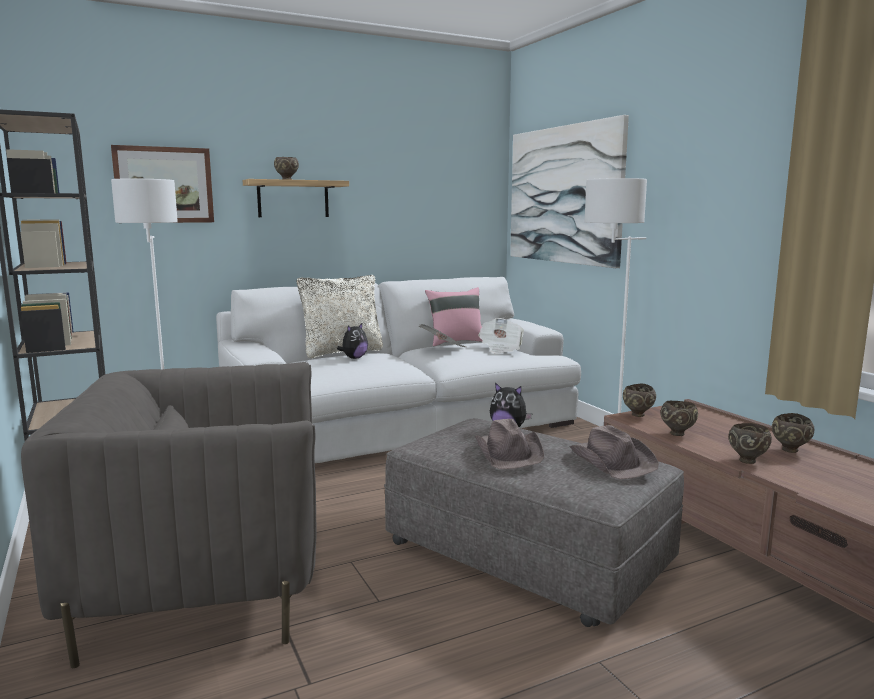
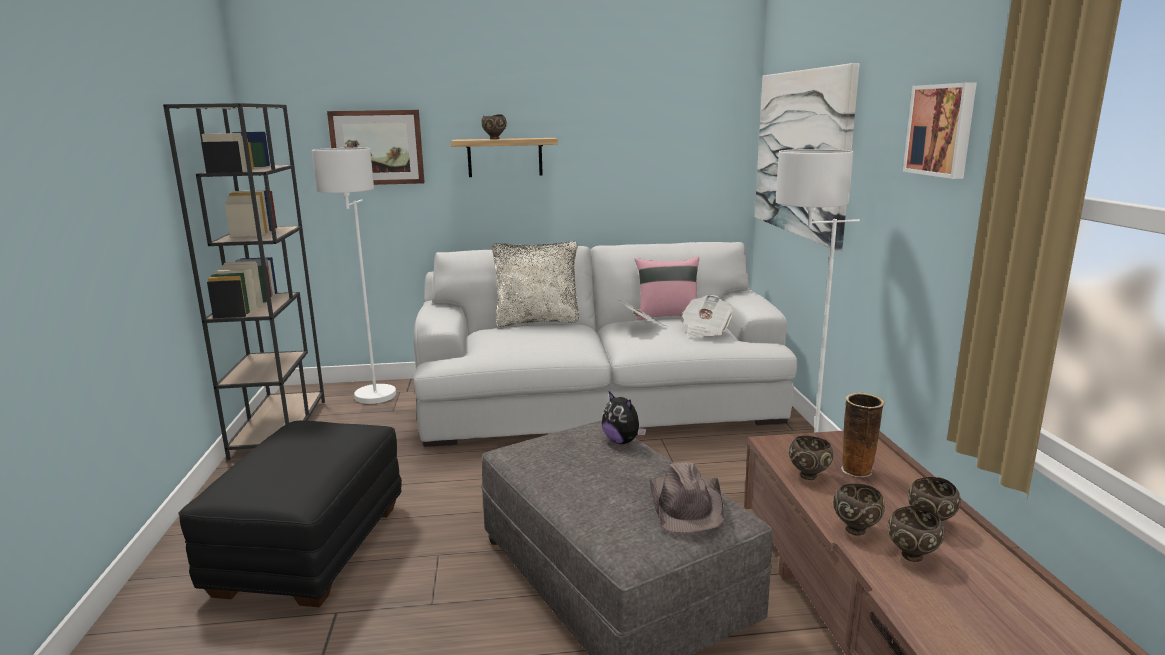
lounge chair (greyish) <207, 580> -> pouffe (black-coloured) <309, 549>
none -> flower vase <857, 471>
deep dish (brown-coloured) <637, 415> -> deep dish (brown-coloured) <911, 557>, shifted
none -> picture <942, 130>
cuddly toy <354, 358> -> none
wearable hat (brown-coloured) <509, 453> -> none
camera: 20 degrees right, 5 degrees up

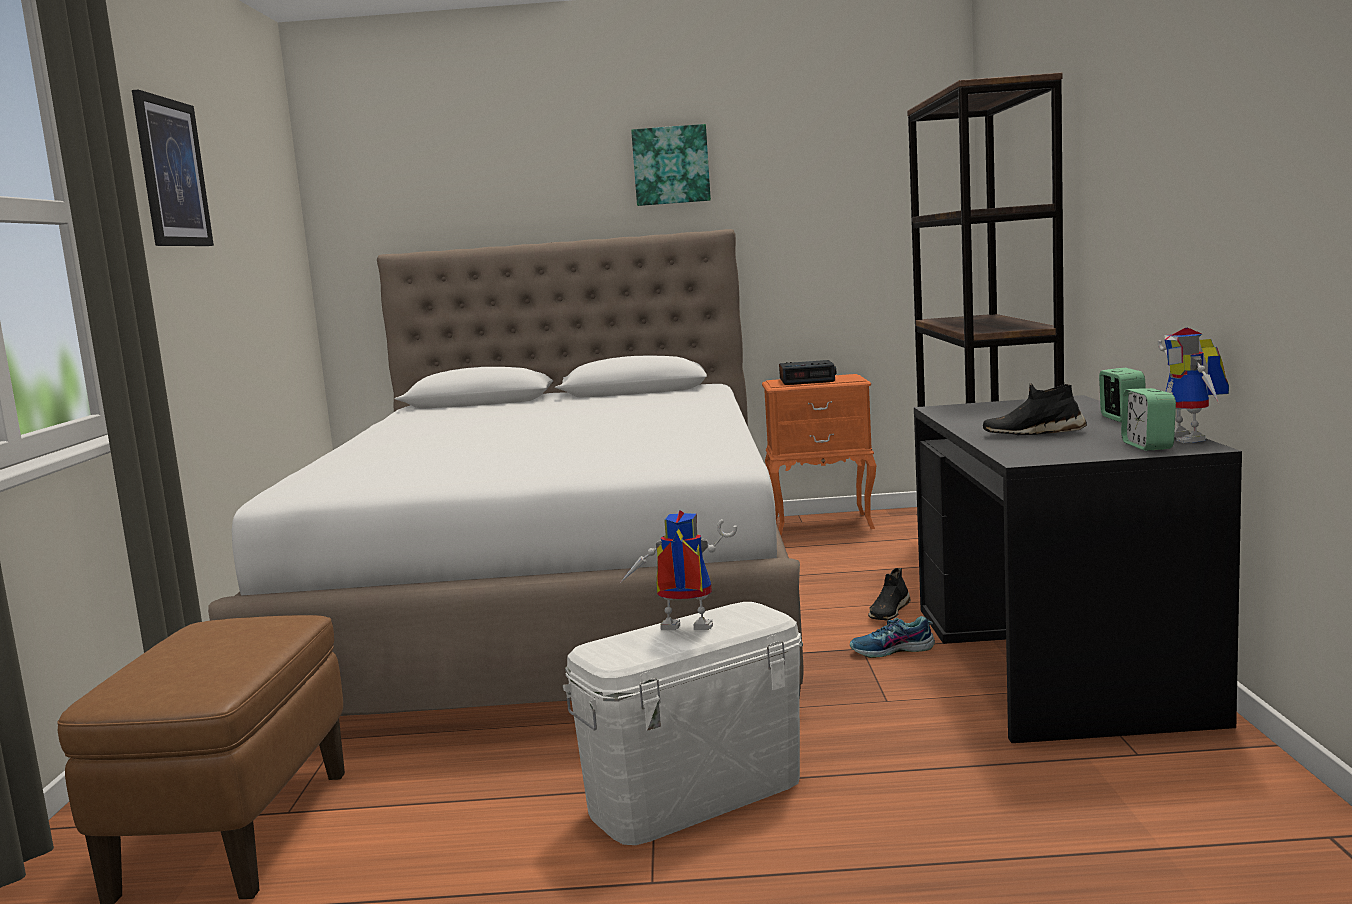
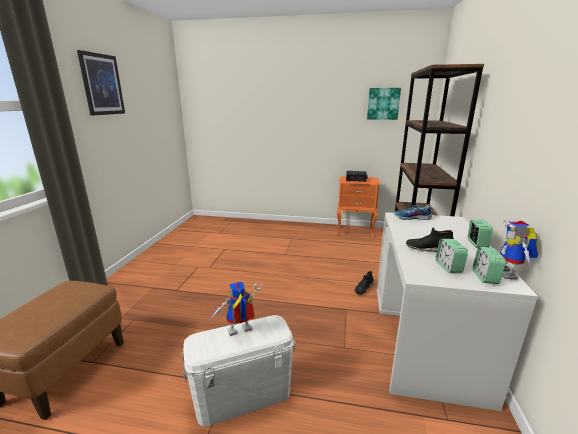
model robot <681, 630> -> model robot <238, 333>, 45 degrees counterclockwise
picture <671, 165> -> picture <383, 103>, shifted
desk unit (black-coloured) <1054, 660> -> desk unit (white) <424, 336>
low shoe <892, 651> -> low shoe <412, 218>, shifted
none -> table clock <448, 267>
bed (white) <560, 608> -> none
camera: 10 degrees right, 10 degrees up

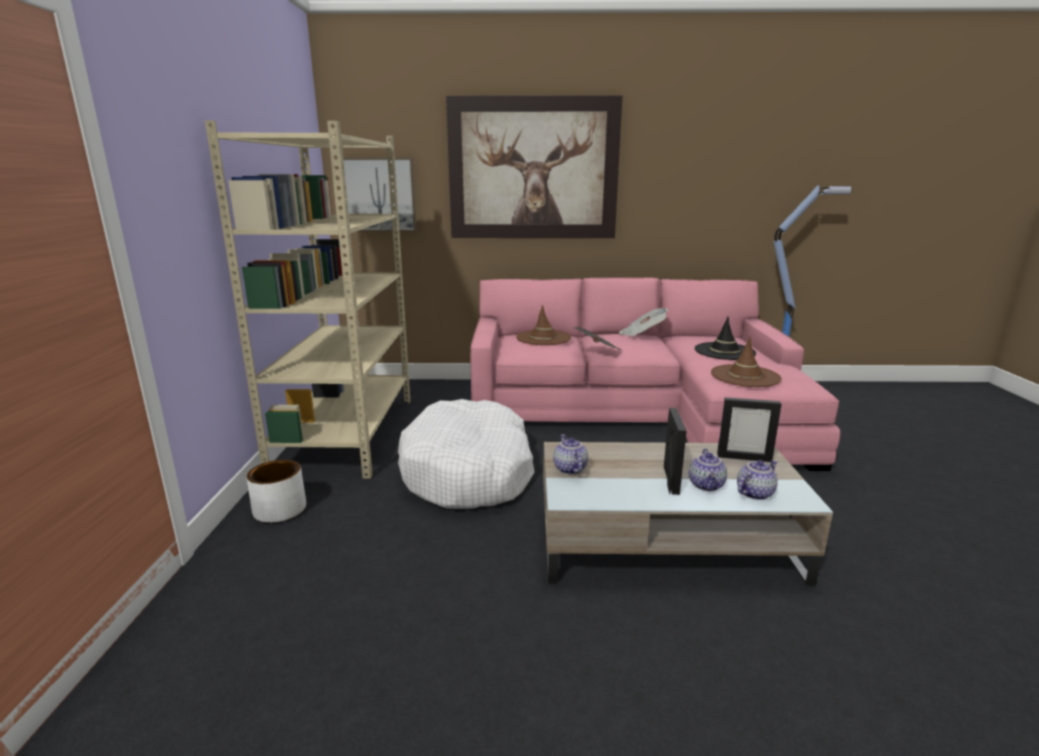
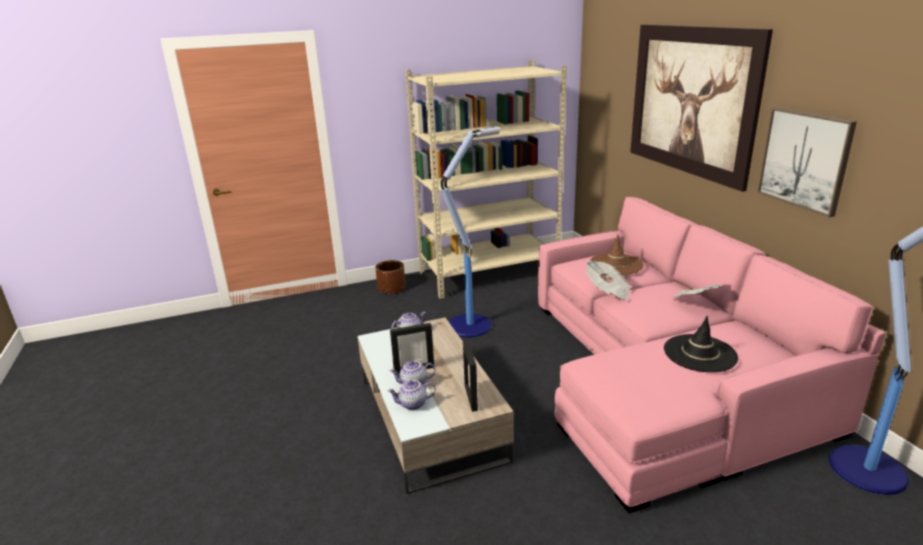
flower pot (white) <279, 510> -> flower pot (brown-coloured) <391, 288>
tea pot <754, 493> -> tea pot <413, 404>, 135 degrees clockwise
pet bed (white) <469, 472> -> standing lamp <471, 325>
picture <379, 195> -> picture <804, 160>, shifted
wearable hat (brown-coloured) <745, 376> -> none
camera: 70 degrees right, 5 degrees up

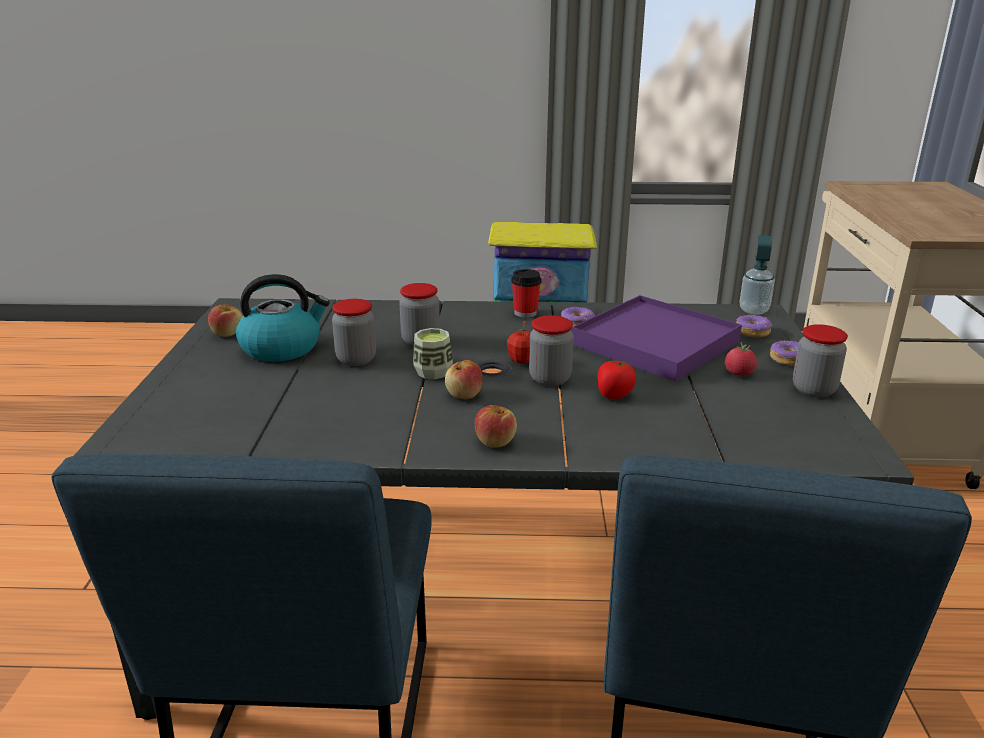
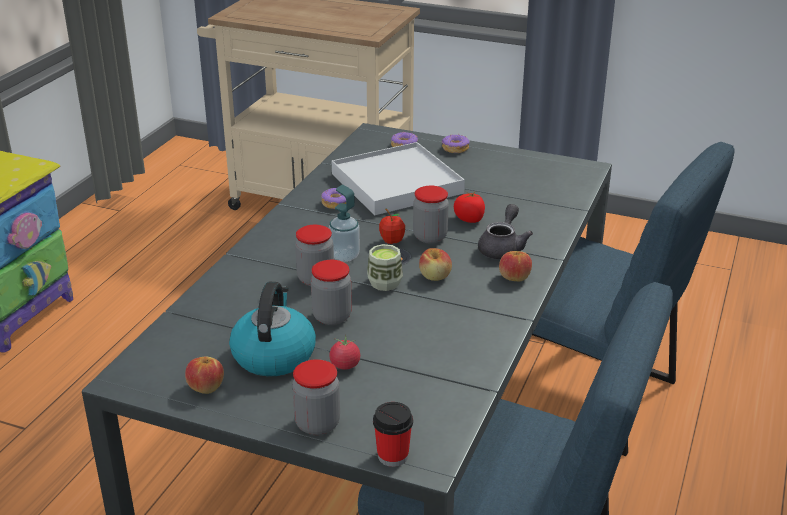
storage jar <813, 389> -> storage jar <317, 424>, shifted
soap dispenser <753, 310> -> soap dispenser <344, 256>, shifted
fresh tomato <739, 373> -> fresh tomato <345, 365>, shifted
tray (purple-coloured) <655, 343> -> tray (white) <396, 183>
drinking cup <525, 313> -> drinking cup <393, 456>, shifted
none -> tea pot (greyish) <503, 248>
camera: 70 degrees left, 5 degrees up

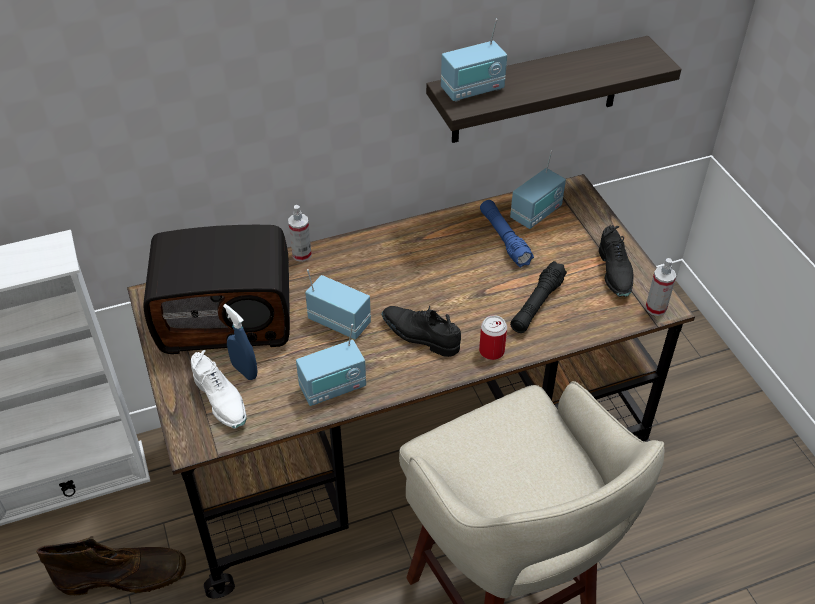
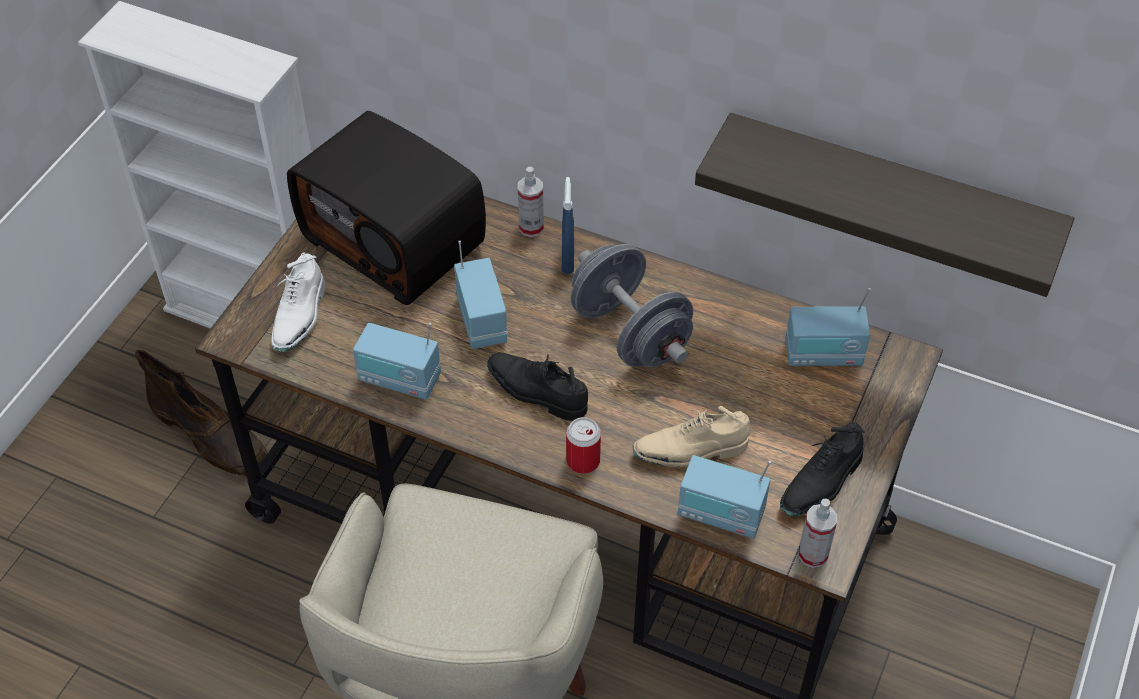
low shoe (black-coloured) <420, 336> -> low shoe (black-coloured) <536, 392>, 45 degrees counterclockwise
hand sprayer (bluish) <244, 371> -> hand sprayer (bluish) <567, 261>, shifted
none -> free weight (greyish) <630, 333>
flashlight (black-coloured) <537, 304> -> low shoe (sand-coloured) <690, 451>
radio receiver <472, 90> -> radio receiver <720, 514>, shifted
flashlight (bluish) <504, 239> -> none
camera: 45 degrees right, 5 degrees up

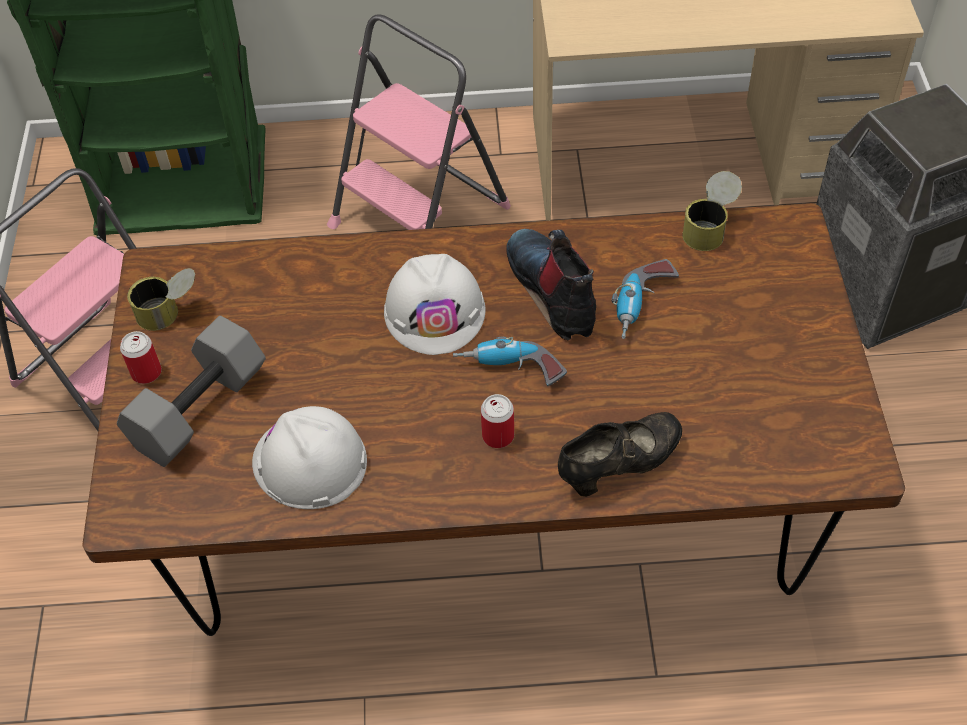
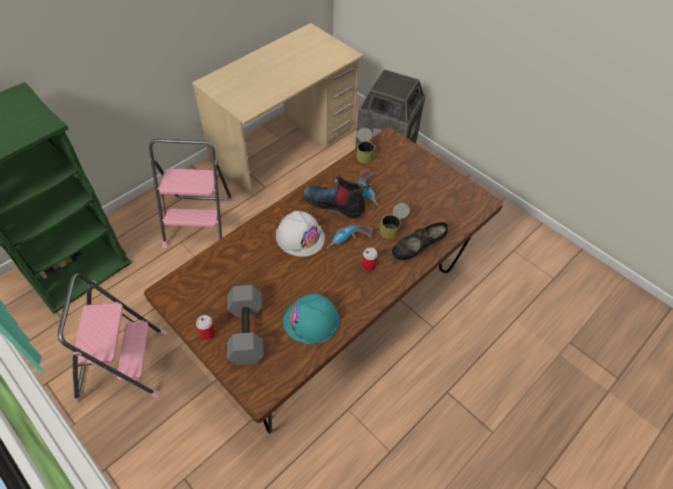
safety helmet (white) <309, 461> -> safety helmet (turquoise) <311, 321>
metal can <170, 313> -> metal can <393, 228>, shifted
low shoe (black-coloured) <620, 465> -> low shoe (black-coloured) <417, 249>, 135 degrees counterclockwise
camera: 45 degrees left, 0 degrees up

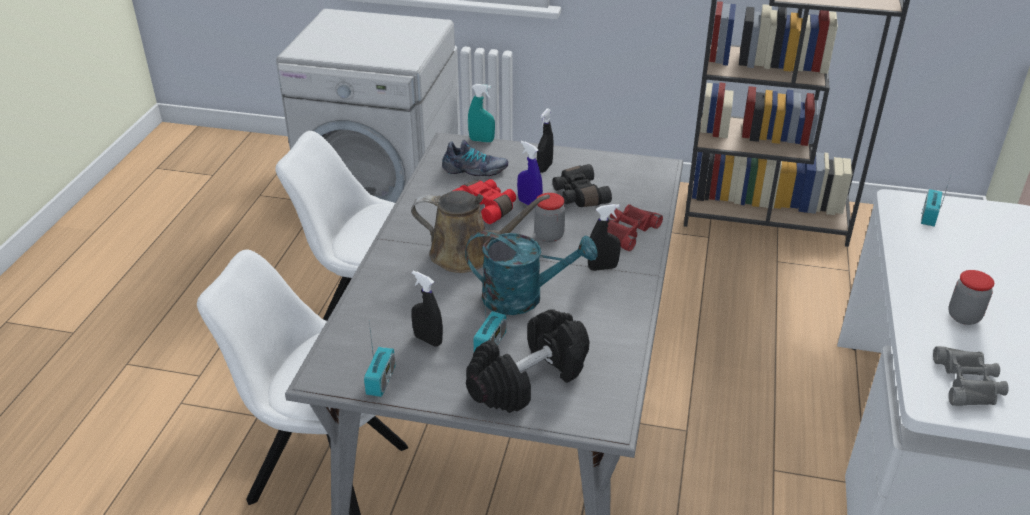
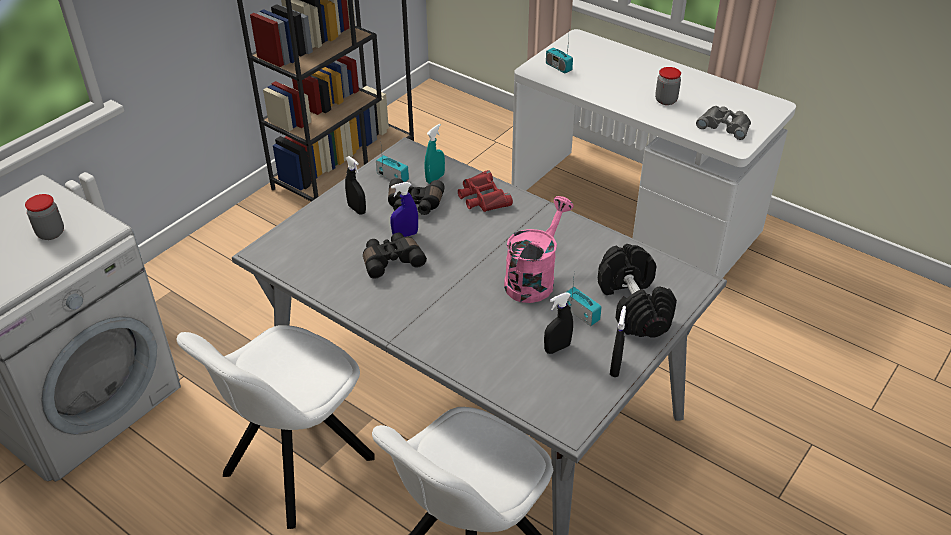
storage jar <549, 236> -> storage jar <51, 233>, shifted
pair of binoculars (reddish) <487, 207> -> pair of binoculars (black-coloured) <391, 260>
radio receiver <381, 381> -> radio receiver <393, 177>, shifted
hand sprayer (turquoise) <481, 140> -> hand sprayer (turquoise) <435, 178>, shifted
watering can (turquoise) <523, 298> -> watering can (pink-coloured) <534, 278>
hand sprayer (black-coloured) <602, 267> -> hand sprayer (black-coloured) <615, 367>, shifted
watering can (brown-coloured) <468, 254> -> none
low shoe <475, 170> -> none
camera: 65 degrees left, 5 degrees up

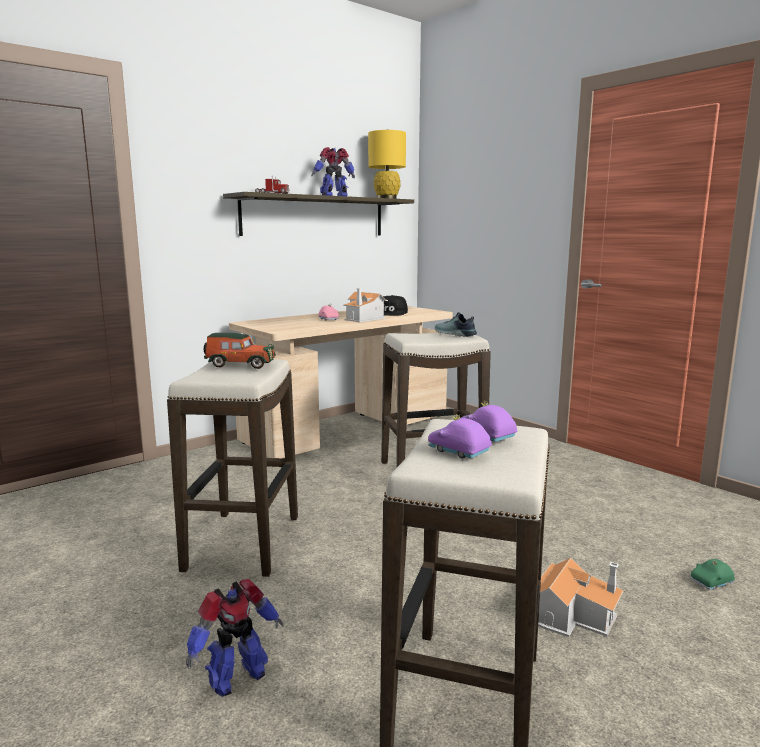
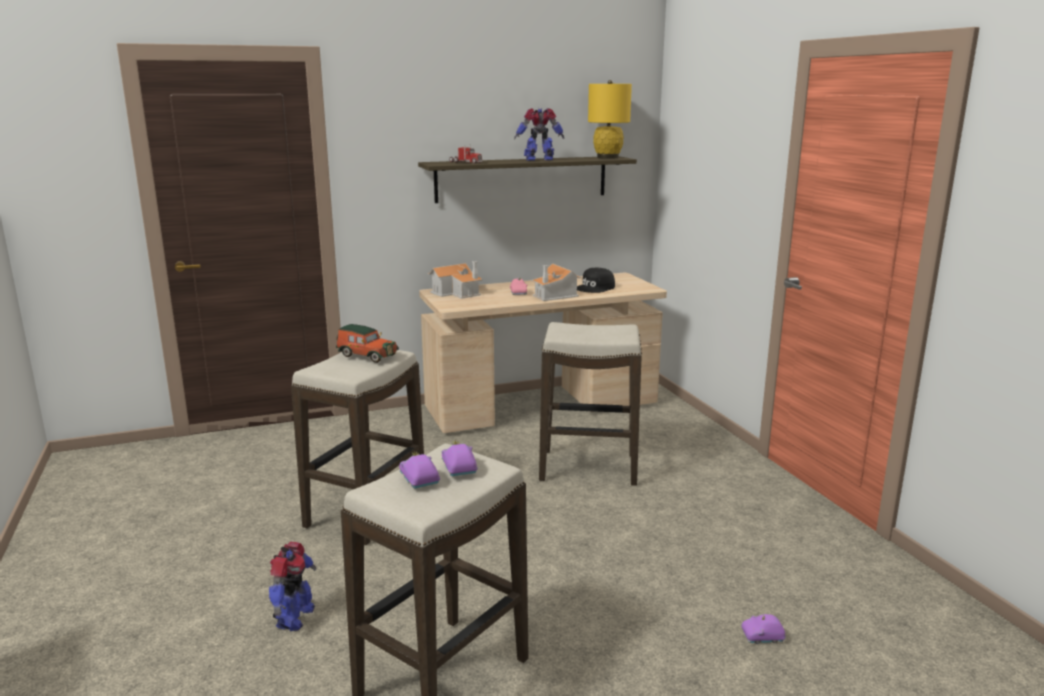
model robot <236, 677> -> model robot <294, 618>, 60 degrees counterclockwise
model house <573, 615> -> model house <457, 292>, shifted
miniature car (greenish) <712, 582> -> miniature car (purple-coloured) <762, 637>
low shoe <454, 334> -> none
camera: 20 degrees right, 5 degrees up

